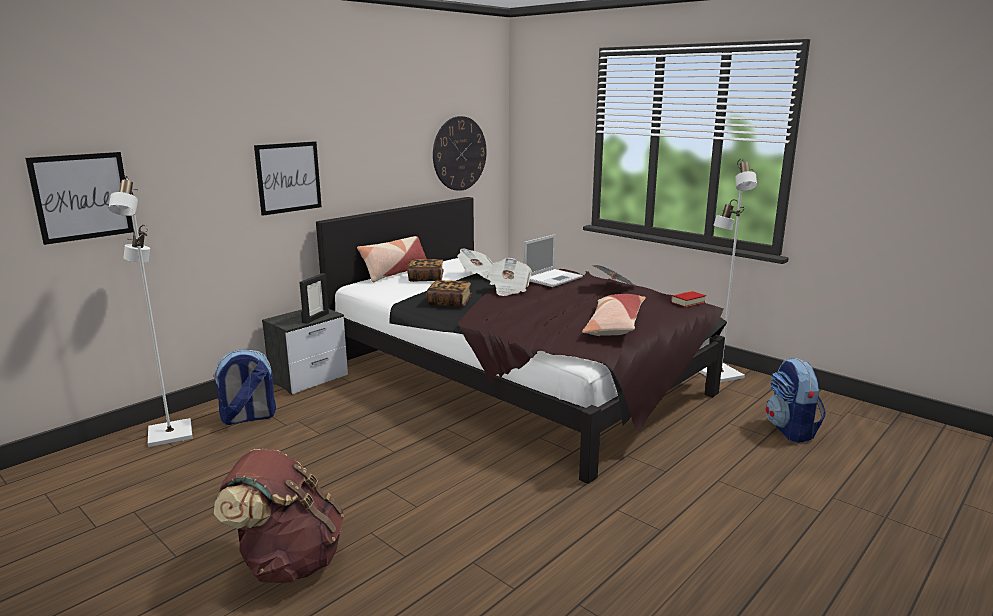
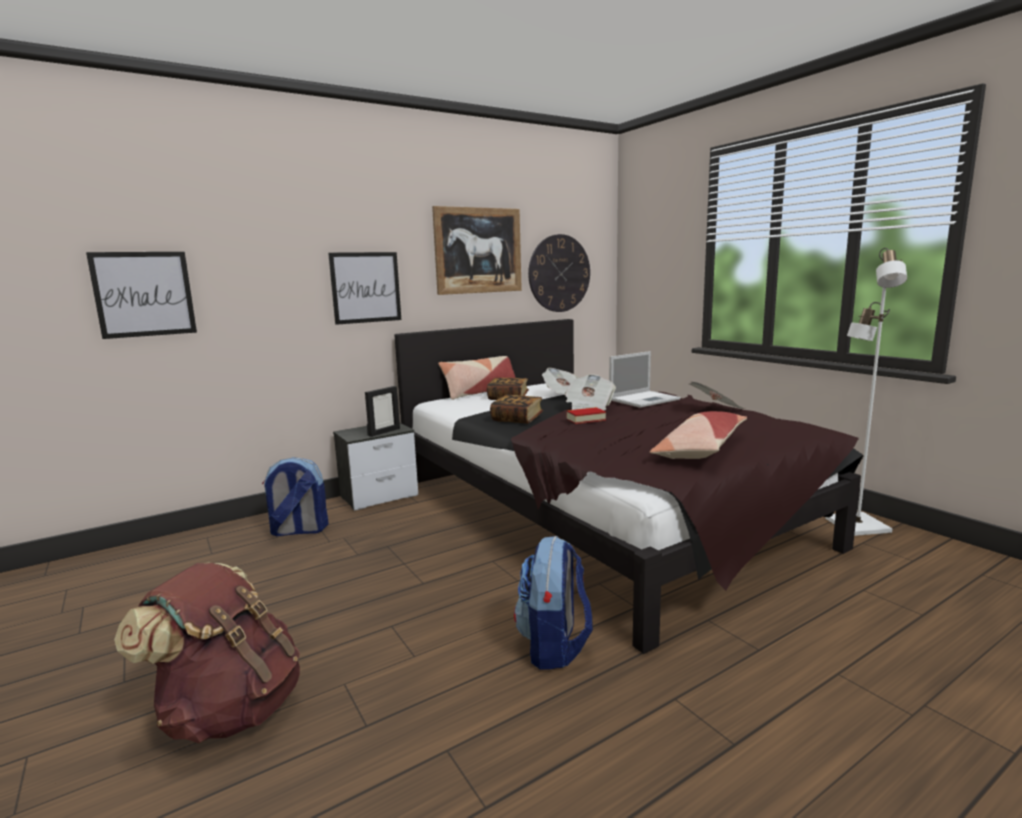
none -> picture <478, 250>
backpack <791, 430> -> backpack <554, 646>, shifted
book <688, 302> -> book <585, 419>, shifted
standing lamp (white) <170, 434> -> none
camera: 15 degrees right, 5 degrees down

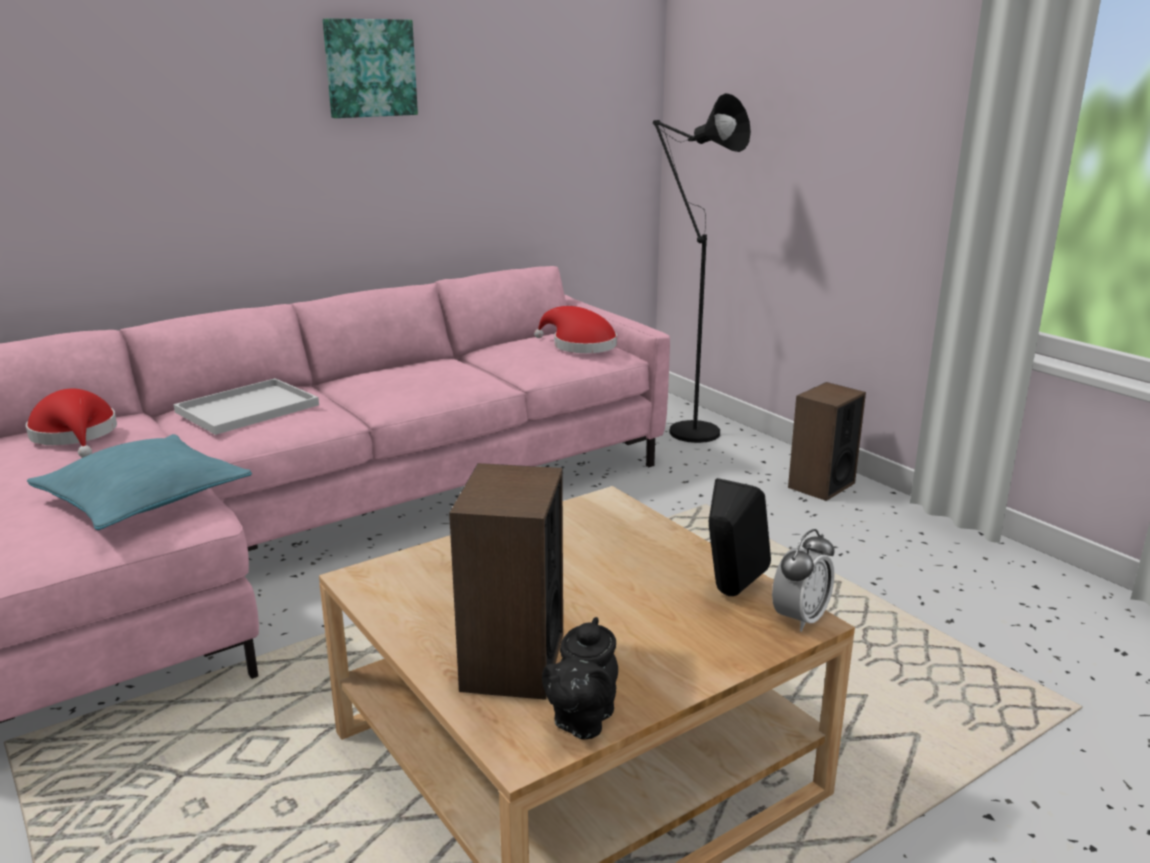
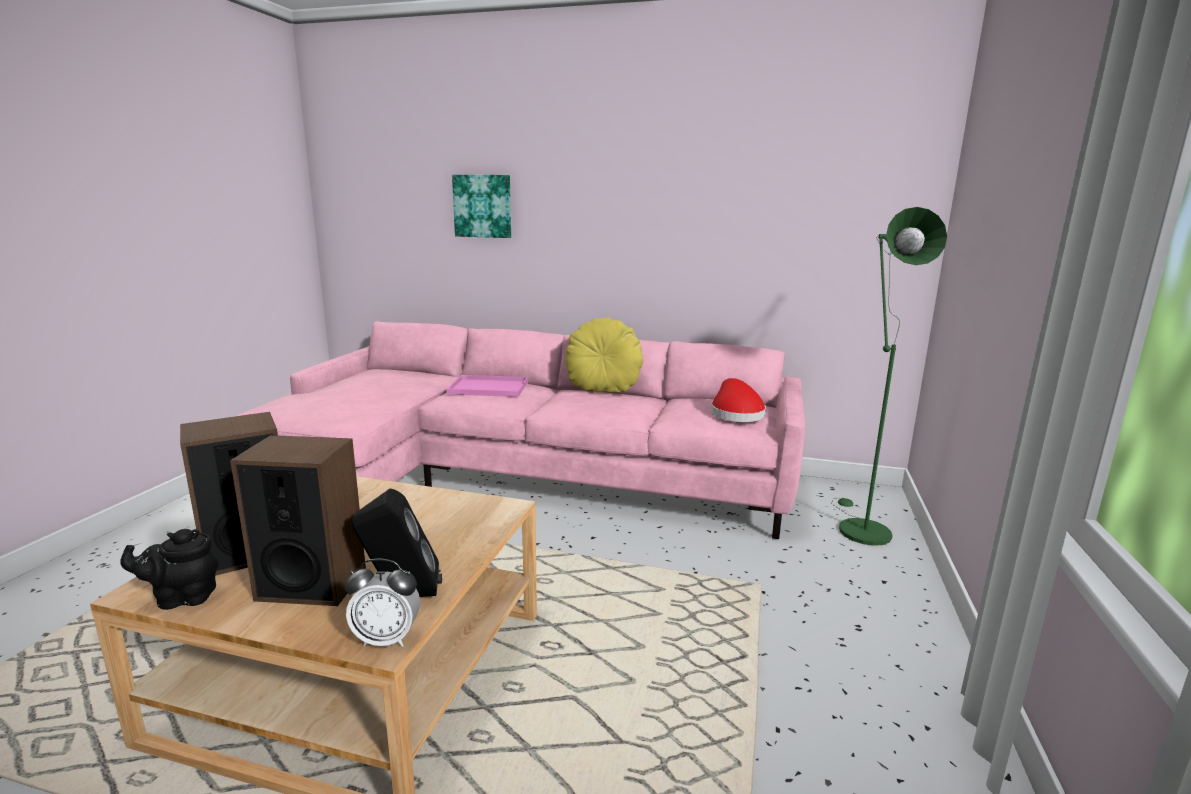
audio speaker <821, 485> -> audio speaker <312, 584>, shifted
tray (white) <249, 407> -> tray (pink-coloured) <490, 387>
picture <369, 68> -> picture <483, 206>, shifted
none -> pillow (yellowish) <603, 390>
standing lamp (black-coloured) <684, 430> -> standing lamp (greenish) <859, 527>
wearable hat (reddish) <76, 435> -> none
pillow (turquoise) <144, 499> -> none
camera: 50 degrees right, 5 degrees down

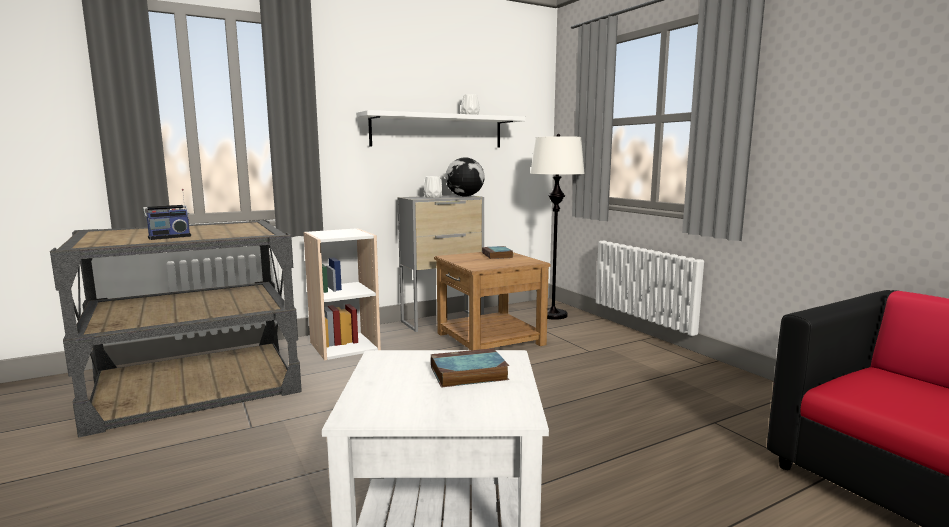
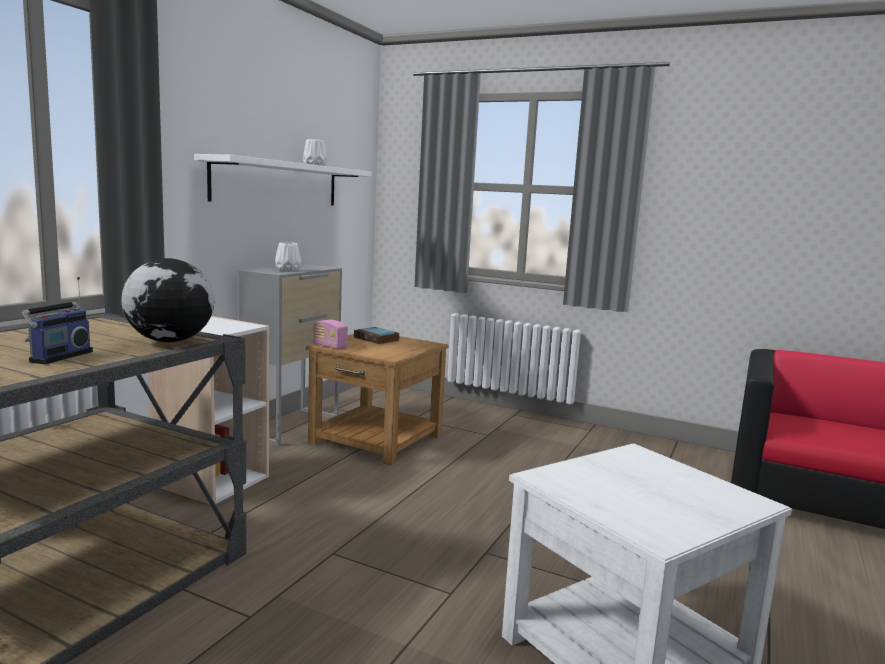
globe <465, 196> -> globe <170, 341>, shifted
none -> radio receiver <330, 346>
book <467, 374> -> none
standing lamp (white) <553, 315> -> none
camera: 35 degrees left, 0 degrees up

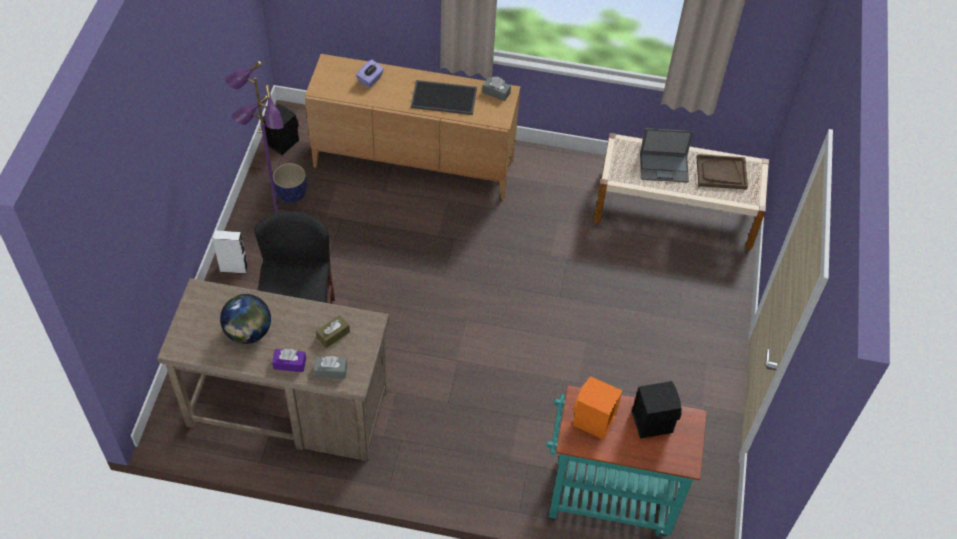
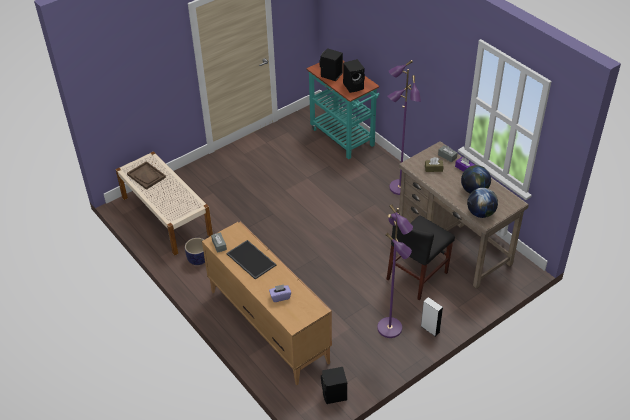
flower pot <292, 194> -> flower pot <198, 259>, shifted
audio speaker (orangey) <592, 421> -> audio speaker (black-coloured) <354, 86>
none -> standing lamp (purple-coloured) <399, 188>
none -> globe <480, 213>
laptop <664, 167> -> none
camera: 135 degrees left, 10 degrees down

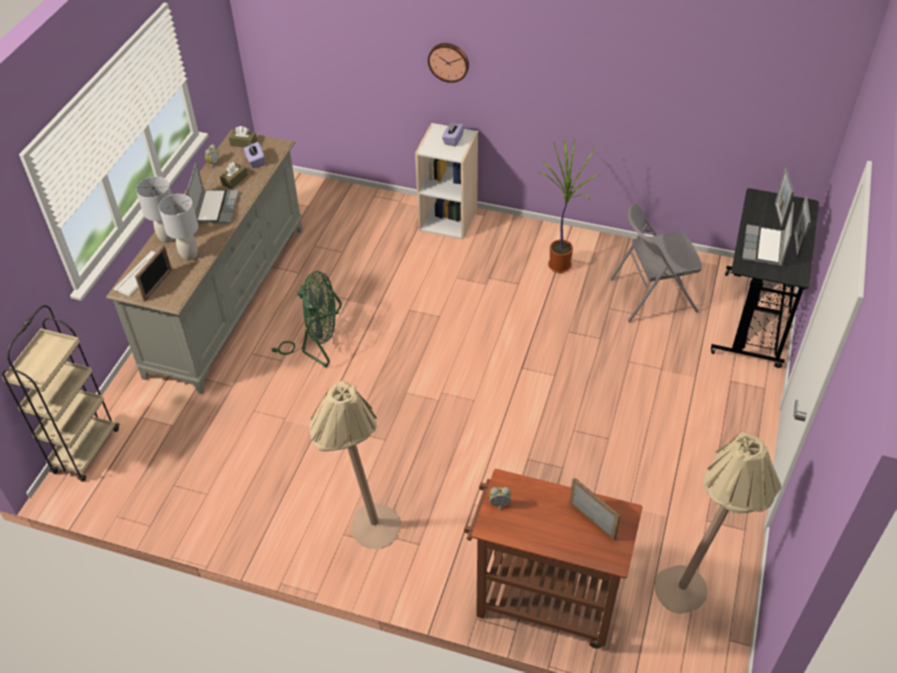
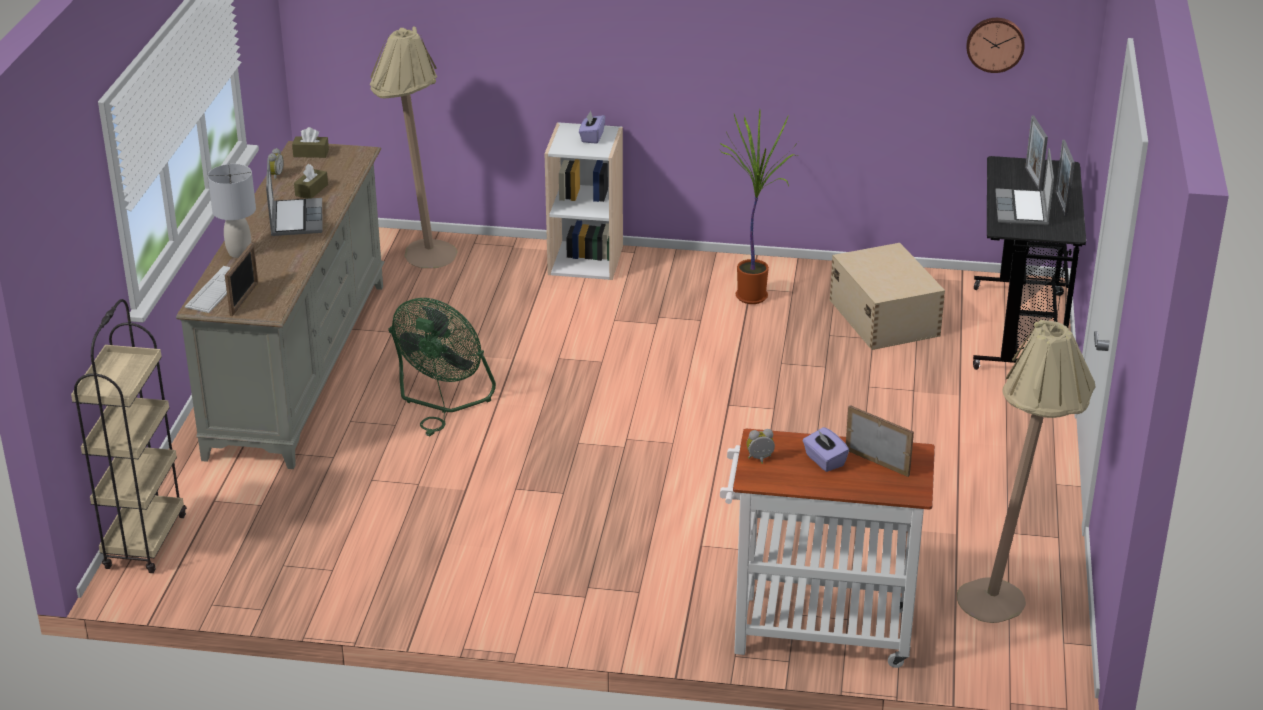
standing lamp (sand-coloured) <365, 532> -> standing lamp (sand-coloured) <420, 259>, shifted
cooling fan (greenish) <316, 340> -> cooling fan (greenish) <437, 400>, 60 degrees counterclockwise
cart (brown-coloured) <544, 602> -> cart (white) <819, 631>
tissue box (purple-coloured) <255, 161> -> tissue box (purple-coloured) <824, 460>, shifted
chair (greyish) <653, 295> -> storage container (sand-coloured) <884, 317>
wall clock <449, 61> -> wall clock <995, 44>, shifted
lamp for a table (greyish) <189, 255> -> none
camera: 10 degrees left, 15 degrees down

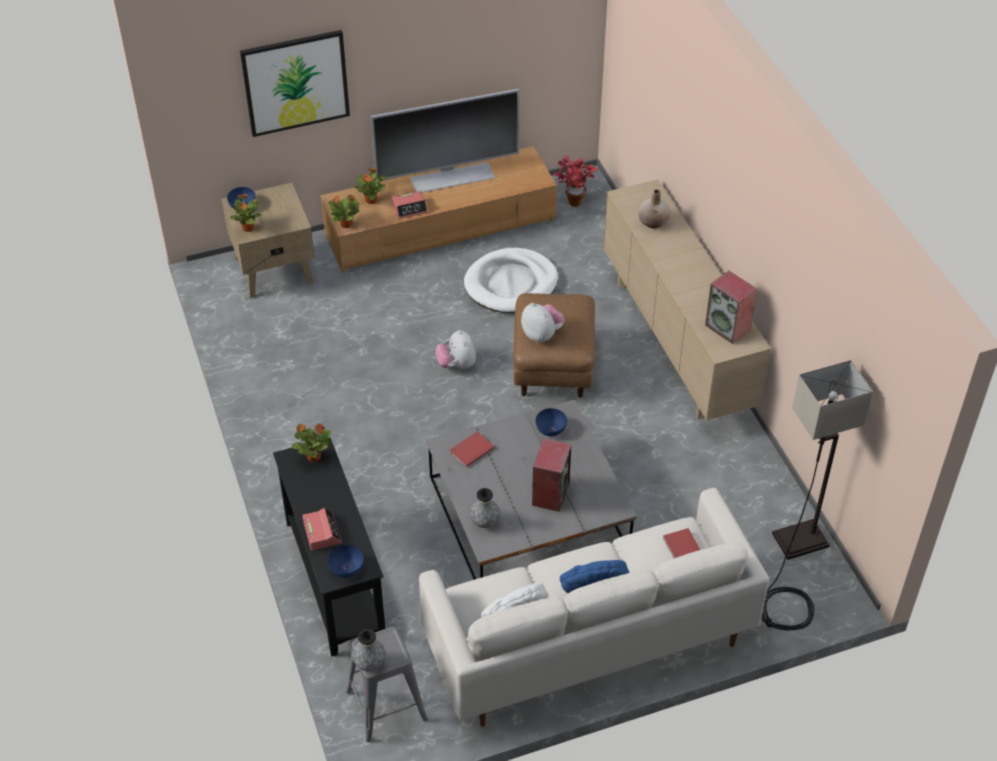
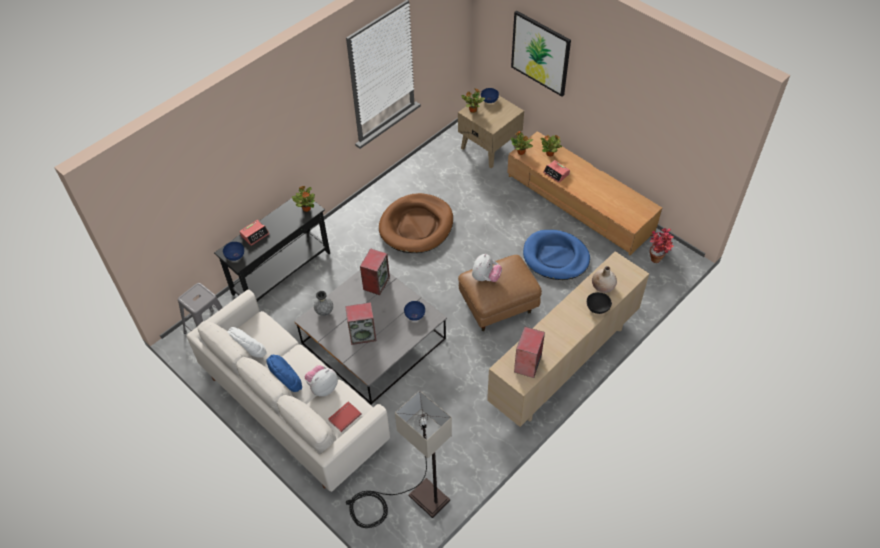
cuddly toy <456, 365> -> cuddly toy <322, 387>, shifted
book (reddish) <470, 450> -> audio speaker <376, 283>
none -> pet bed (brown-coloured) <416, 226>
pet bed (white) <511, 284> -> pet bed (bluish) <555, 257>
none -> deep dish (black-coloured) <597, 307>
flower vase (greyish) <370, 664> -> none
TV set <451, 177> -> none
camera: 65 degrees right, 5 degrees up

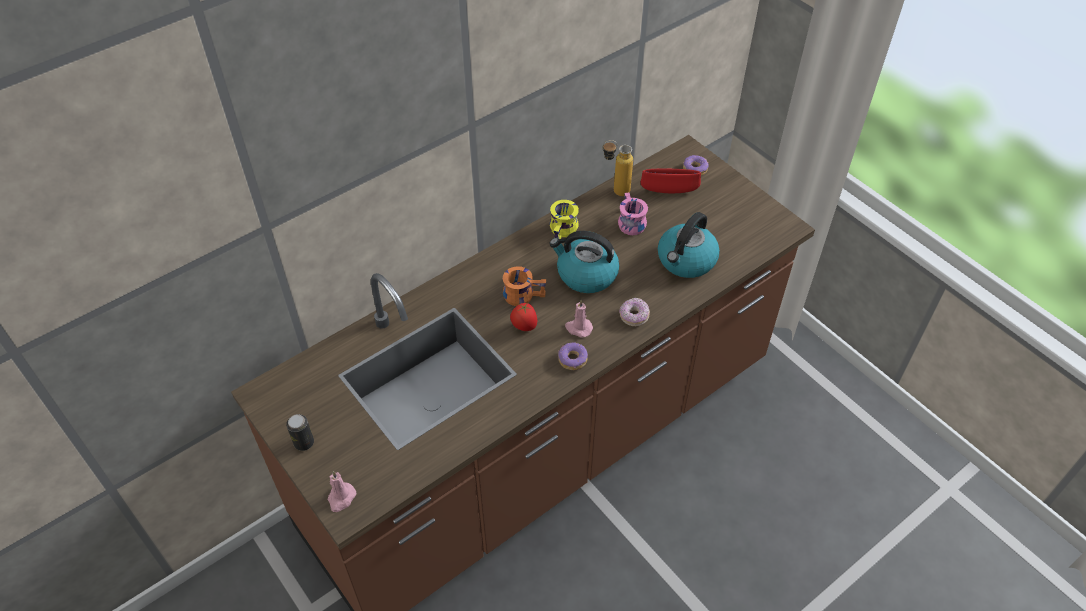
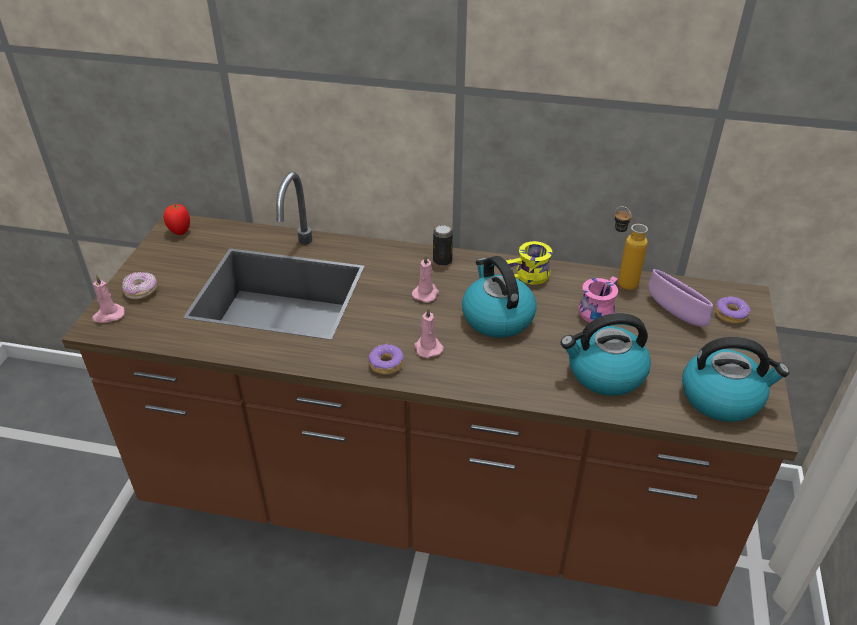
doughnut <633, 316> -> doughnut <141, 291>, shifted
fresh tomato <524, 327> -> fresh tomato <180, 231>, shifted
mug (orangey) <523, 293> -> wax candle (pink-coloured) <426, 293>
metal can <304, 442> -> metal can <442, 261>, shifted
deep dish (reddish) <669, 191> -> deep dish (purple-coloured) <675, 313>
none -> water kettle <722, 397>
camera: 50 degrees right, 10 degrees down

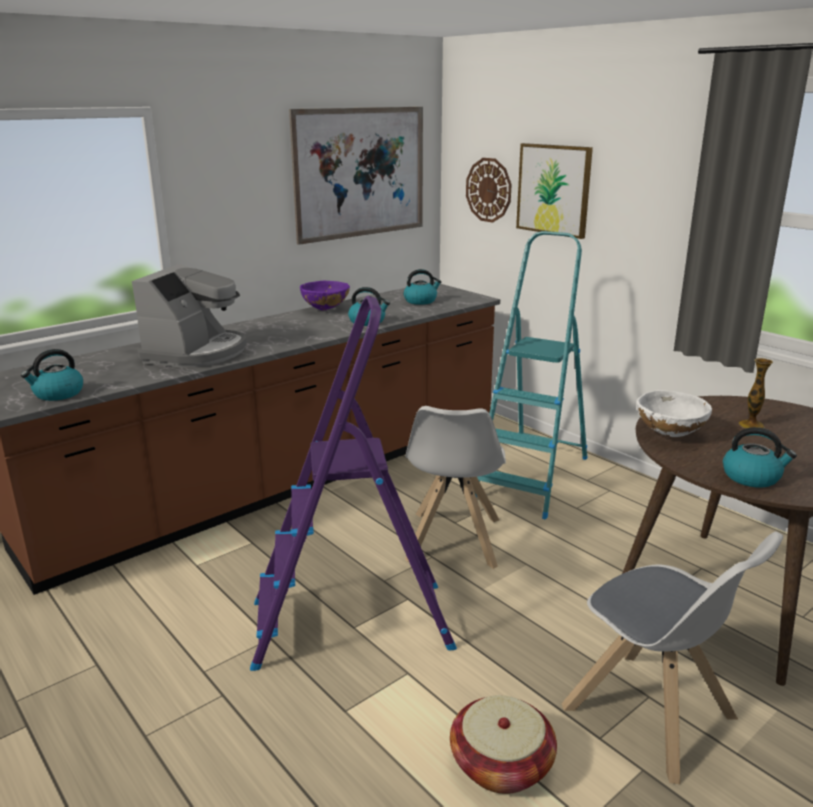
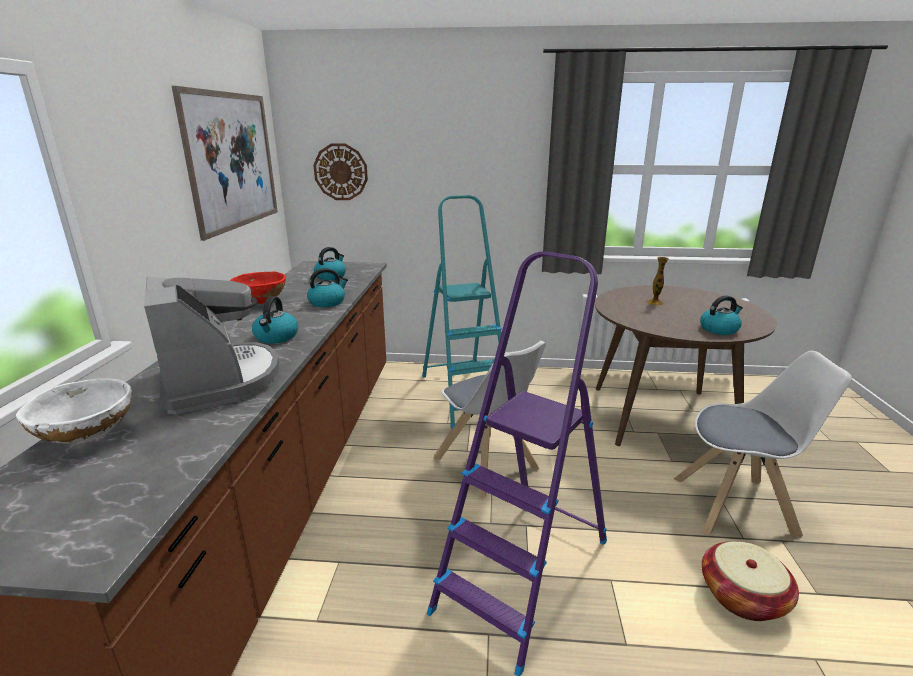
deep dish (white) <669, 435> -> deep dish (white) <87, 438>, shifted
deep dish (purple-coloured) <325, 309> -> deep dish (reddish) <262, 302>
water kettle <58, 394> -> water kettle <276, 337>, shifted
picture <553, 189> -> none
camera: 45 degrees left, 0 degrees up

